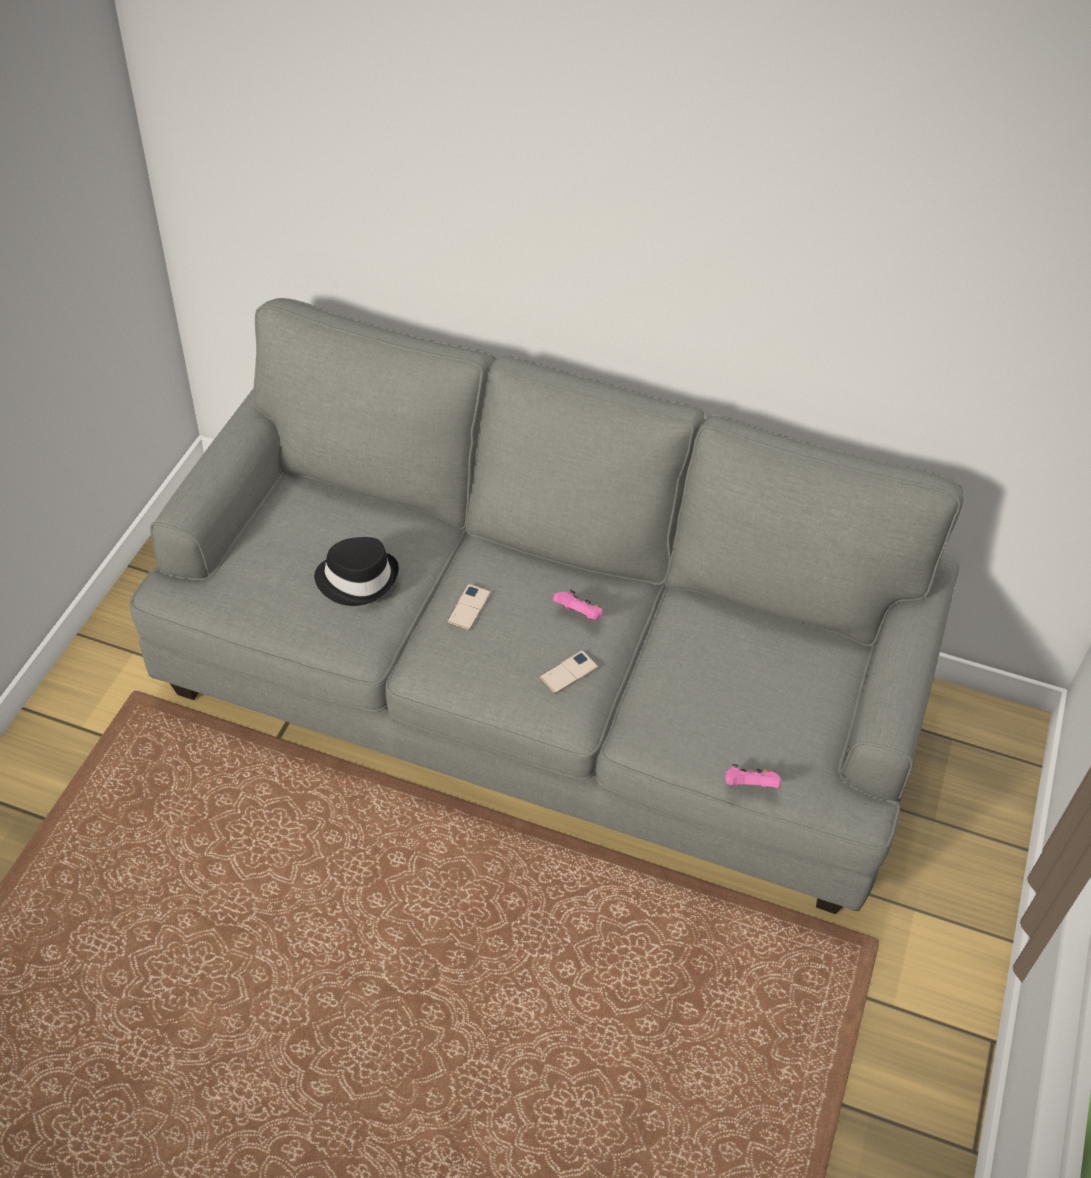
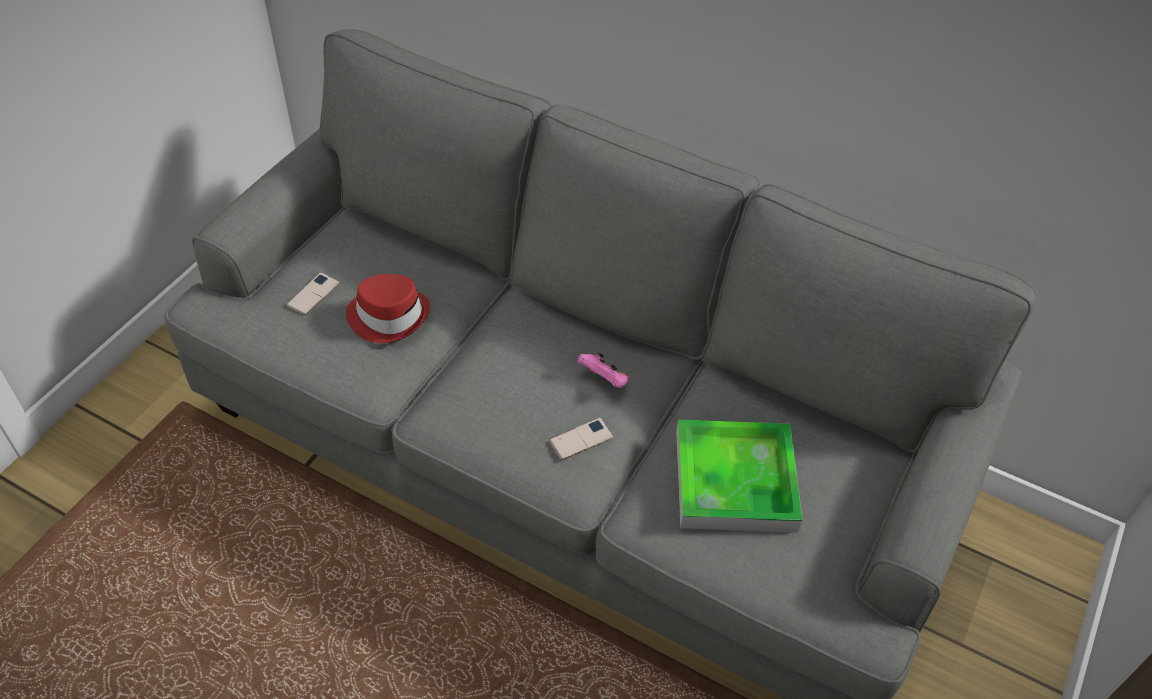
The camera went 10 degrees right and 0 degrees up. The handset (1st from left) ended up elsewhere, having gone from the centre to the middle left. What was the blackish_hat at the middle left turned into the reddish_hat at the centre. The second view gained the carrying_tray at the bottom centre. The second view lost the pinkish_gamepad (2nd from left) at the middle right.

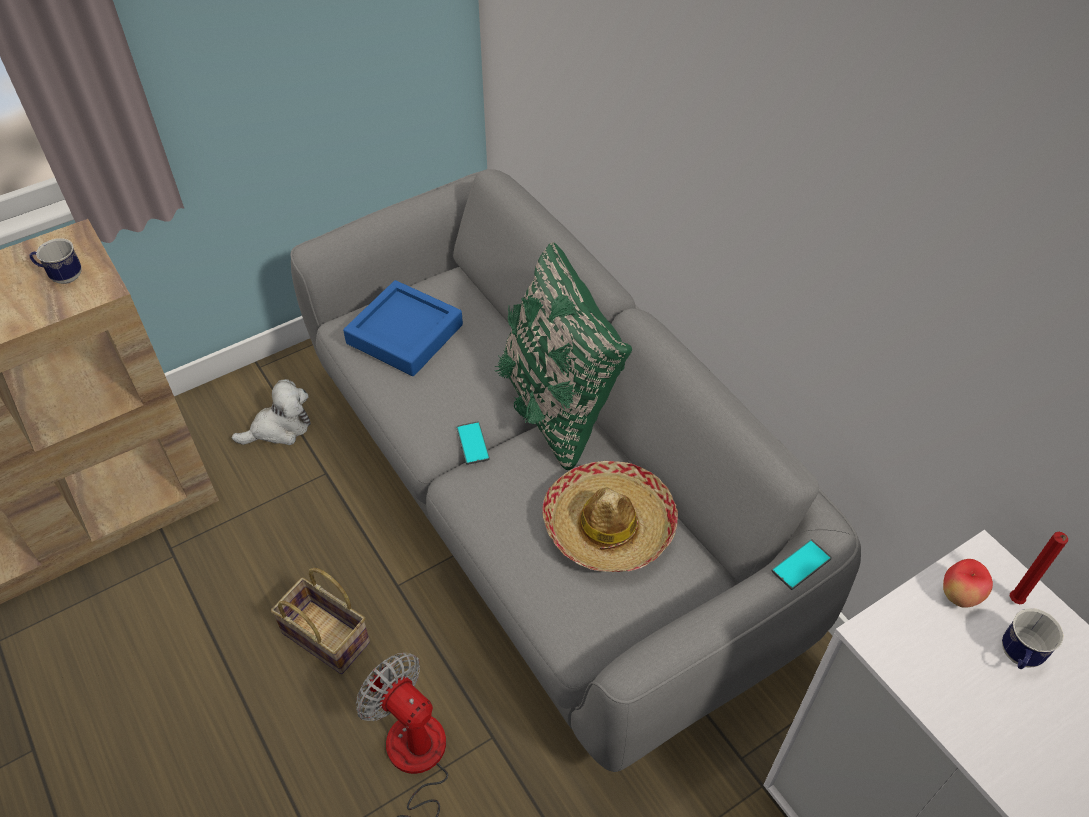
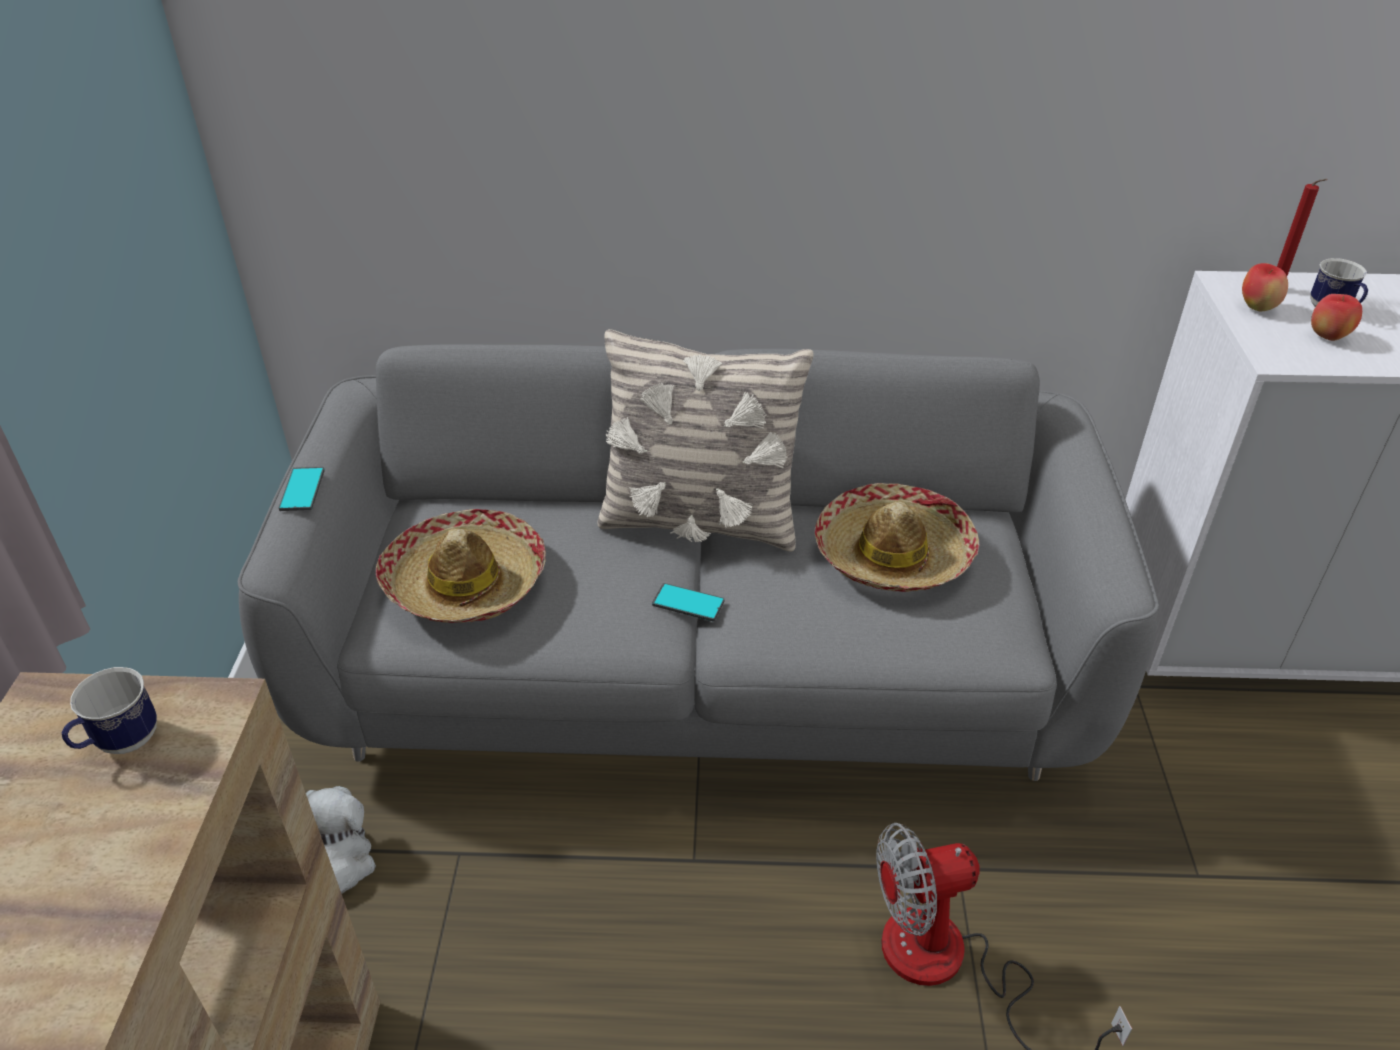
The camera went 55 degrees left and 10 degrees down. The handset (2nd from left in the first image) ended up elsewhere, having gone from the bottom right to the middle left. Where the blue_carrying_tray stood at the centre, the hat (1st from left) came to stand at the middle left. What was the greenish_cushion at the centre turned into the beige_cushion at the centre. The second view gained the whole_apple (2nd from left) at the top right. The second view lost the household_basket at the bottom left.

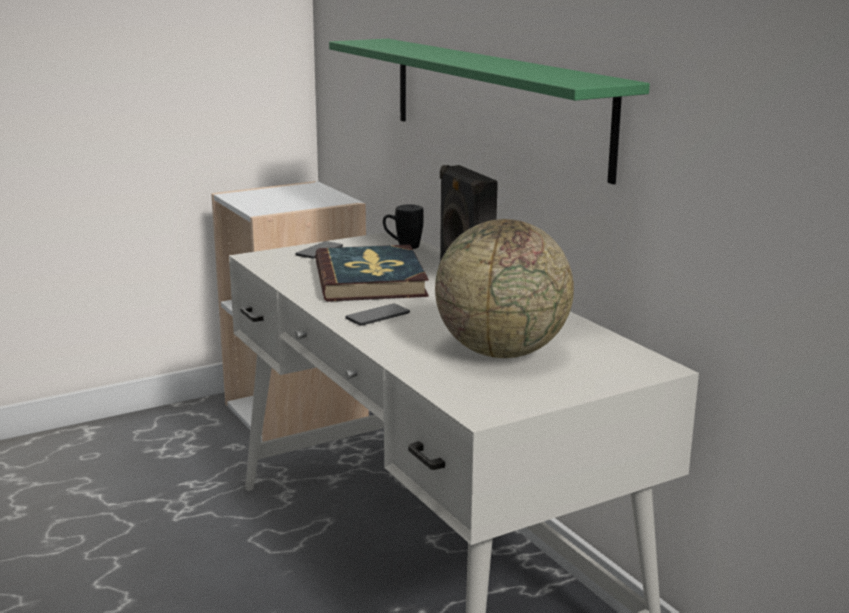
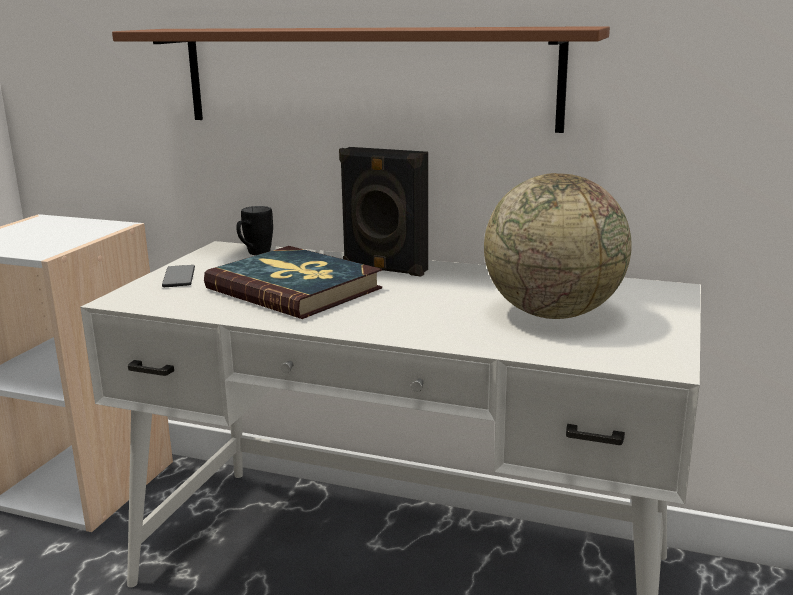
The camera went 40 degrees left and 0 degrees up. What was the greenish_shelf at the top centre turned into the brownish_shelf at the top centre. The second view lost the handset (2nd from left) at the centre.

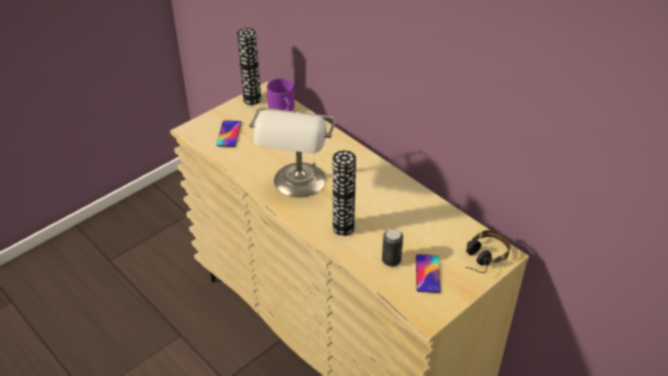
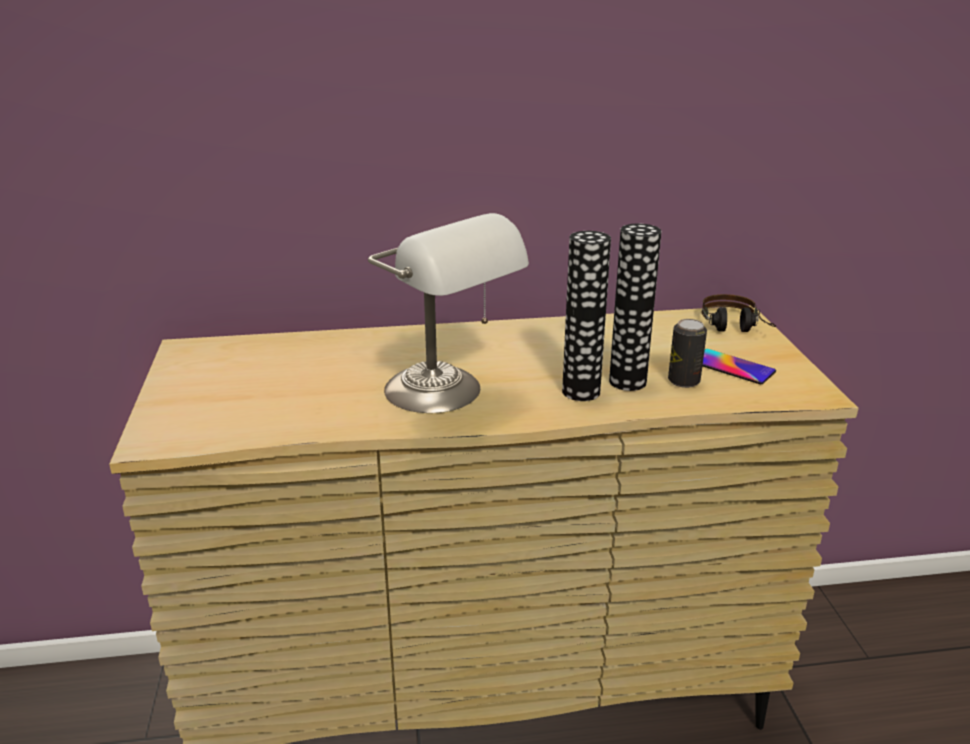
The camera went 55 degrees left and 15 degrees down. The decorative_vase (1st from left in the first image) ended up elsewhere, having gone from the top centre to the centre. The second view lost the handset (1st from left) at the centre. The second view lost the purple_coffee_mug at the top centre.

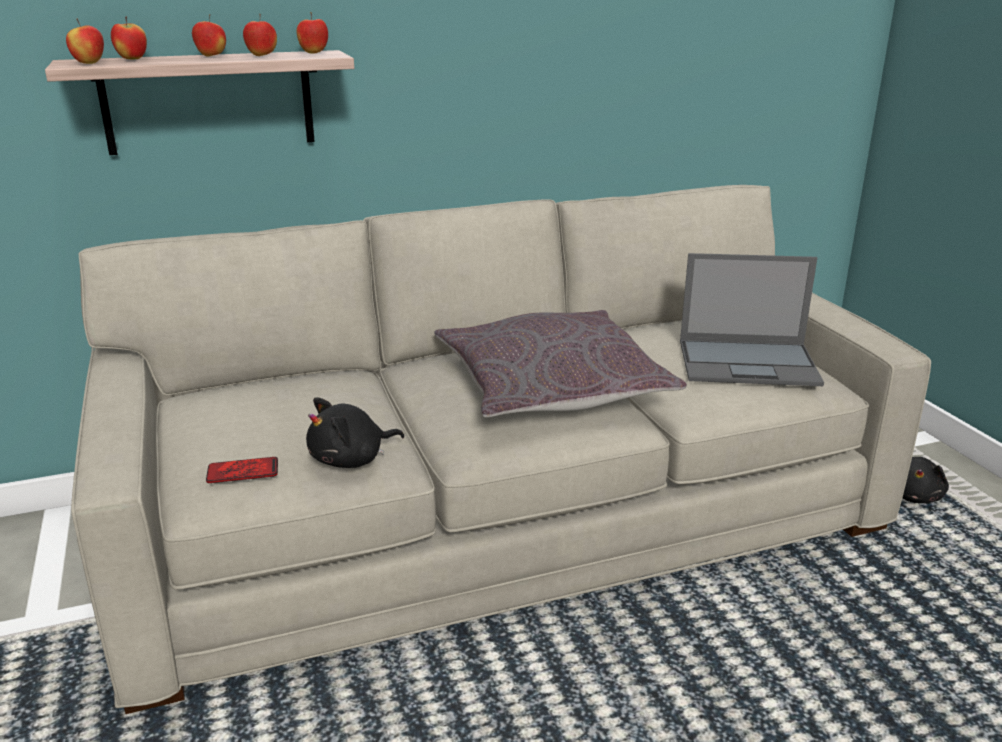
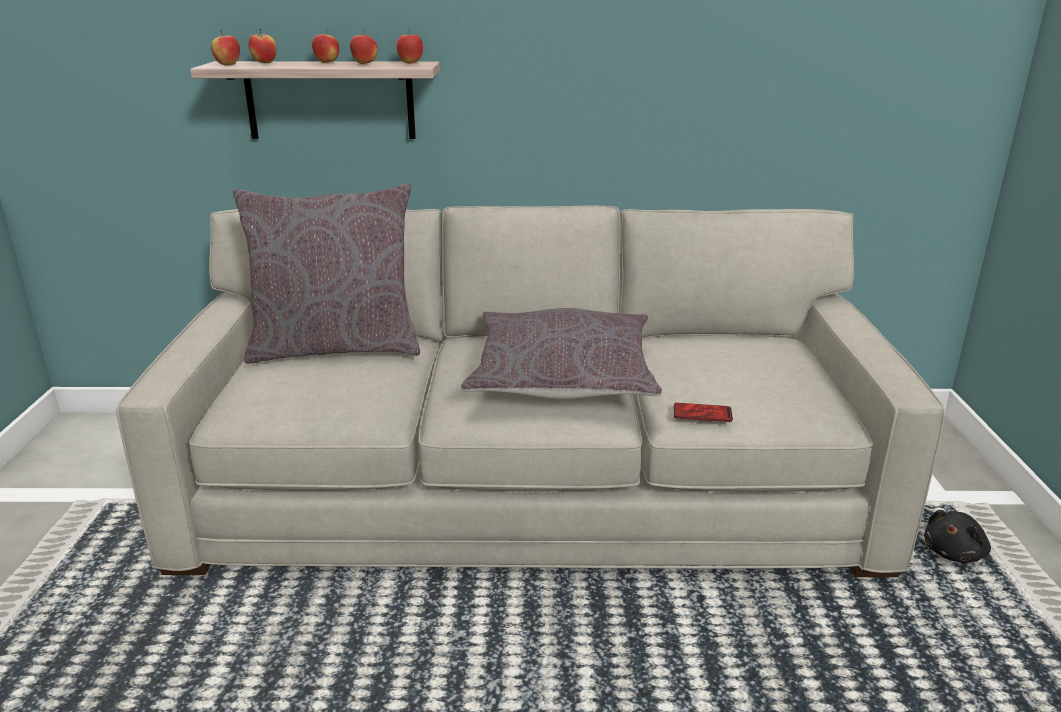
The camera went 20 degrees right and 0 degrees up. The second view gained the greyish_cushion (1st from left) at the middle left. The handset ended up elsewhere, having gone from the middle left to the centre. The second view lost the blackish_plush_toy (1st from left) at the centre. The second view lost the laptop at the middle right.

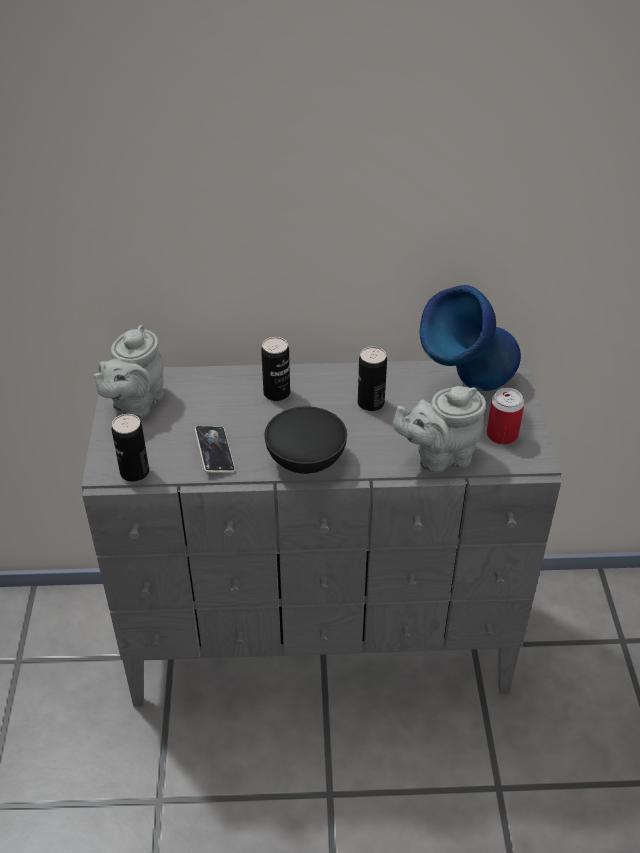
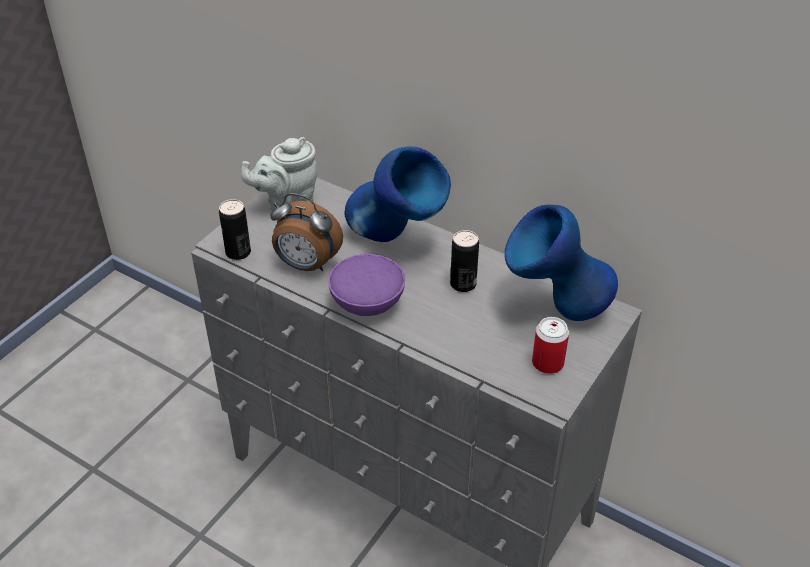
The camera went 35 degrees right and 0 degrees up. Where the handset stood at the centre, the table_clock came to stand at the centre. What was the blackish_deep_dish at the centre turned into the purple_deep_dish at the centre. Where the sealed_can (2nd from left) stood at the centre, the blue_decorative_vase (1st from left) came to stand at the centre. The second view lost the greyish_teapot (2nd from left) at the middle right.

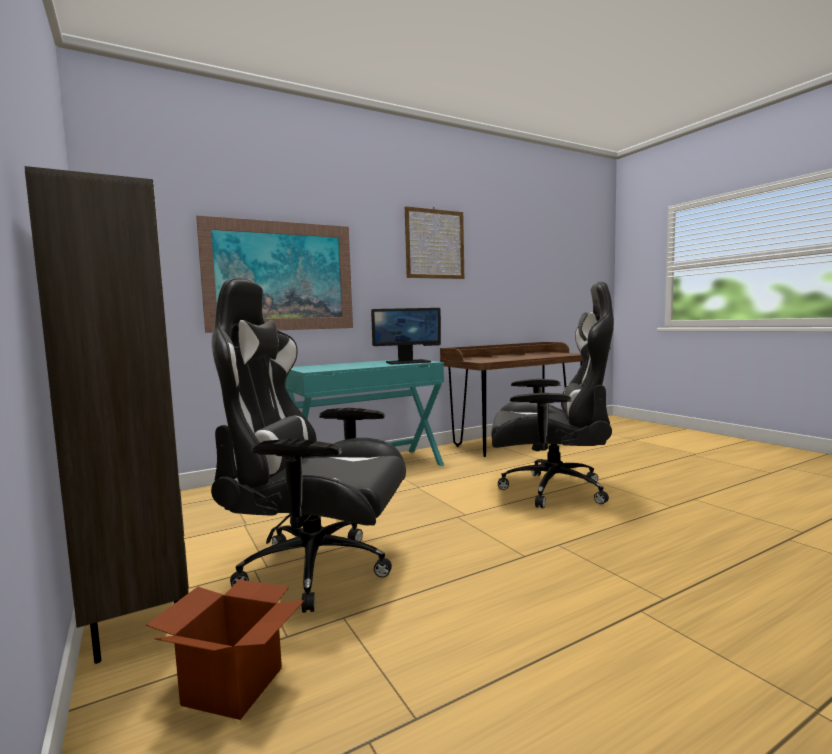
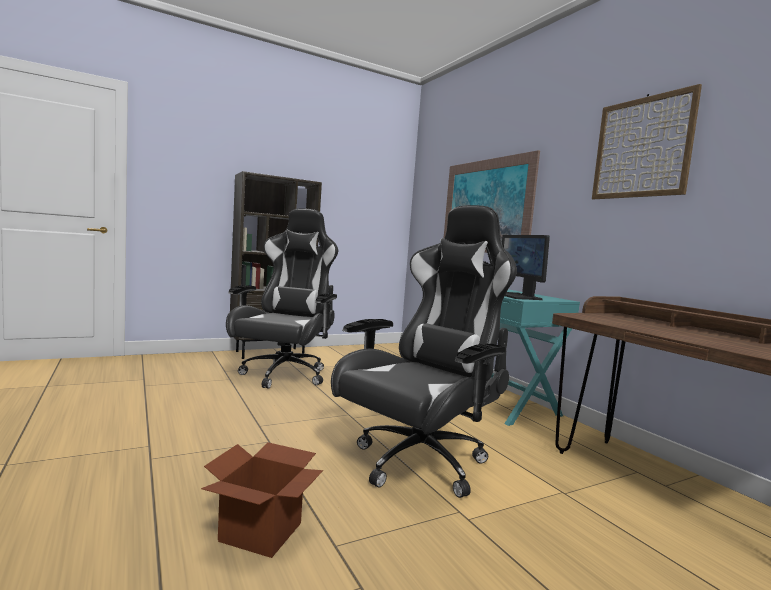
The camera went 90 degrees right and 0 degrees up. The packing_box ended up elsewhere, having gone from the bottom left to the bottom centre. The blackish_computer_chair (2nd from left) at the centre ended up facing another way, 150 degrees counterclockwise from before.

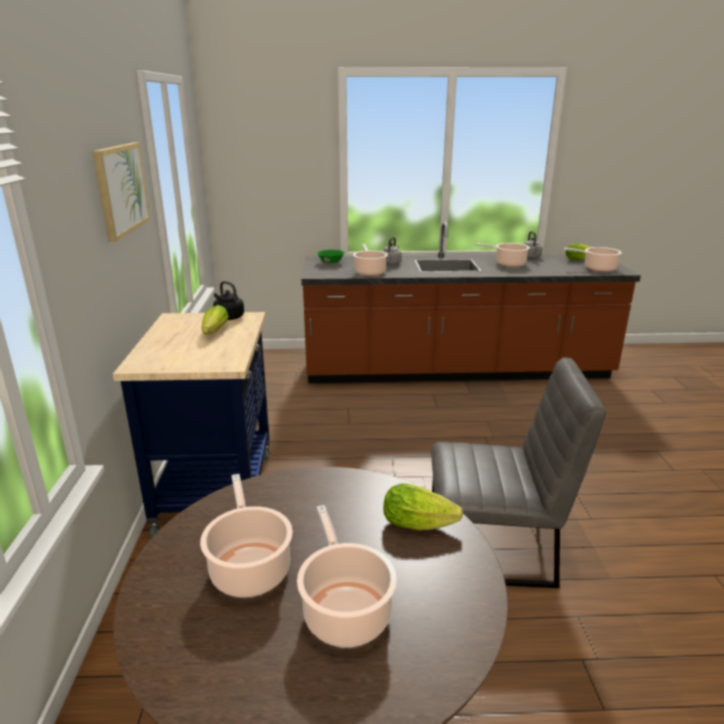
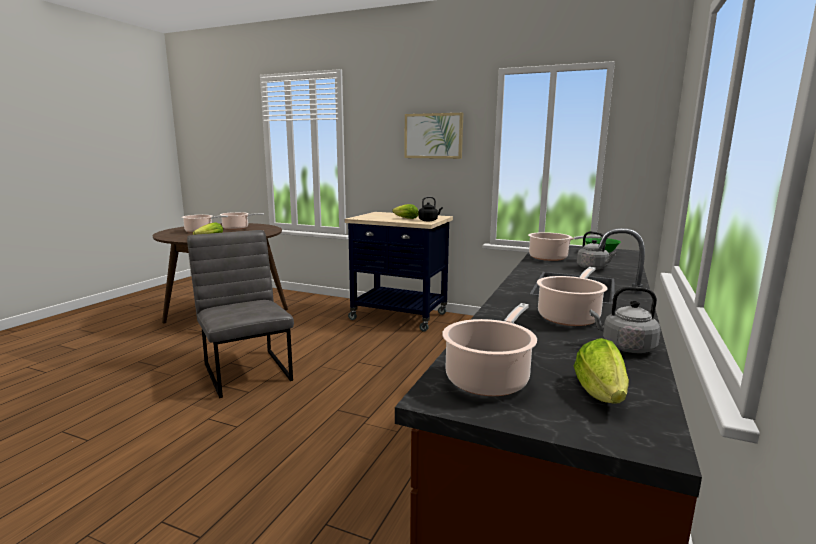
The camera went 115 degrees right and 10 degrees down. The greyish_chair at the middle right ended up facing another way, 120 degrees clockwise from before.

